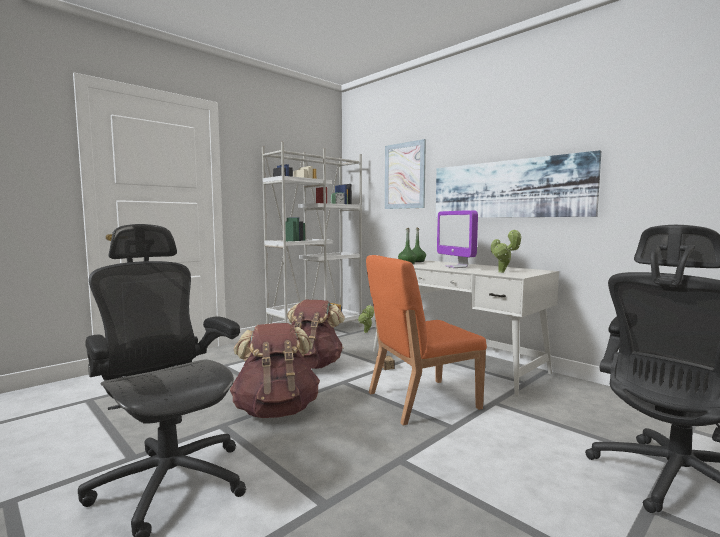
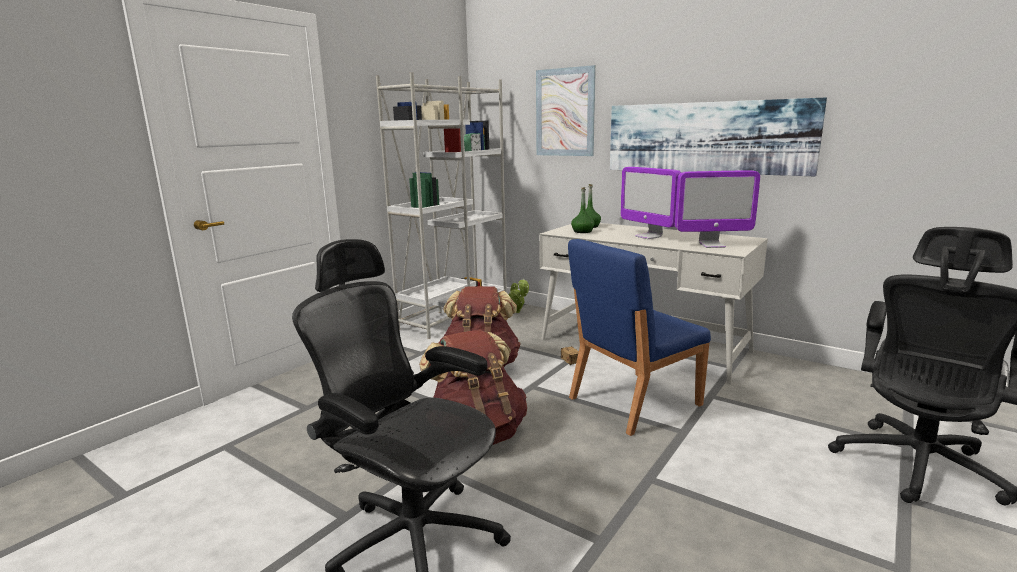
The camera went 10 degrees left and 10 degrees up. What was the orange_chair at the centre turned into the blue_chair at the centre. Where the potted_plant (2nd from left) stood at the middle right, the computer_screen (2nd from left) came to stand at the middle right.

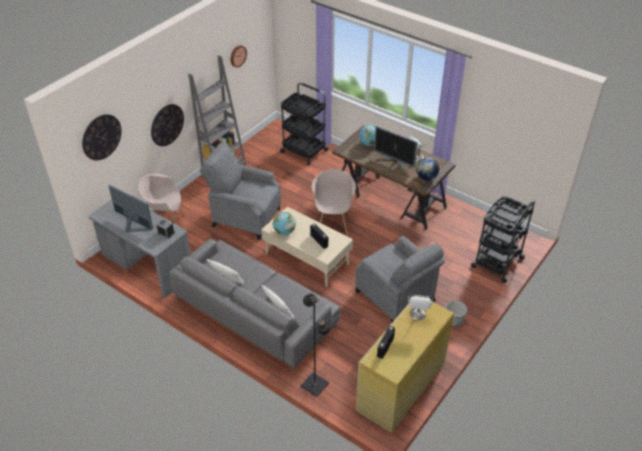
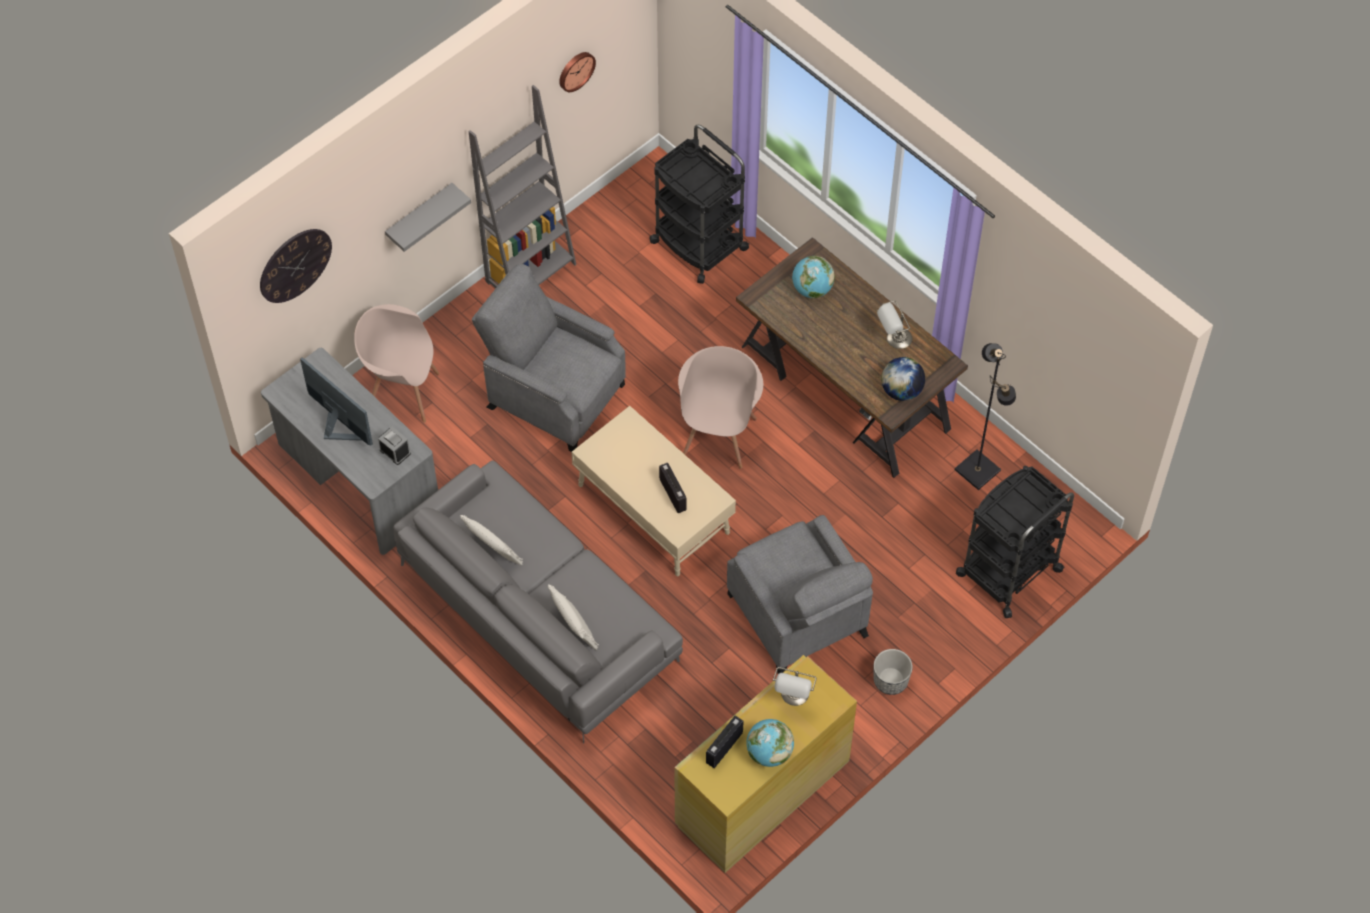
The camera went 10 degrees right and 15 degrees up. Where the wall_clock (2nd from left) hung at the top left, the greyish_shelf came to hang at the top left. The desk_globe (1st from left) ended up elsewhere, having gone from the centre to the bottom centre. The blackish_floor_lamp ended up elsewhere, having gone from the bottom centre to the middle right. The second view lost the computer_screen (2nd from left) at the top centre.

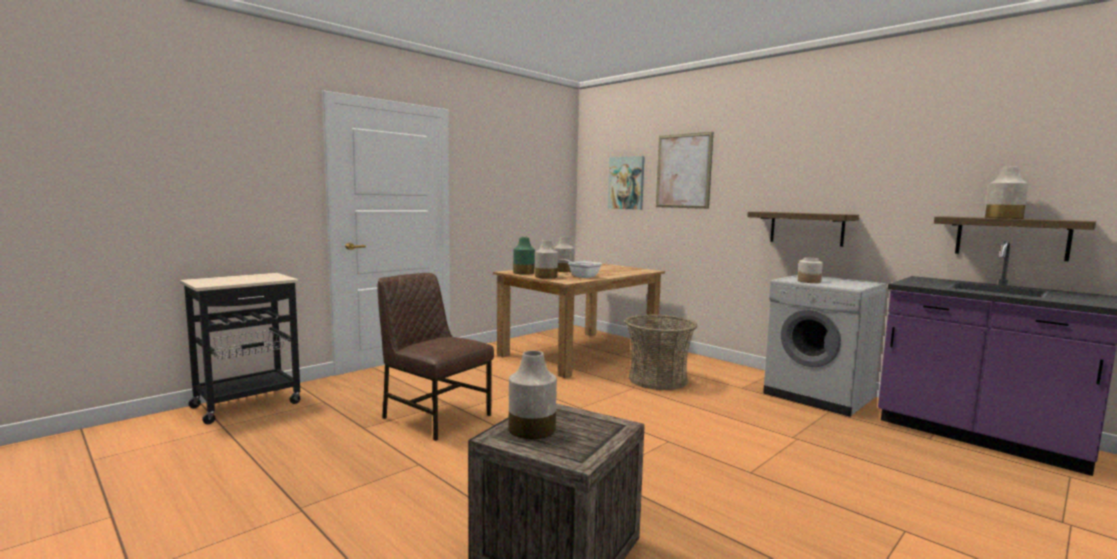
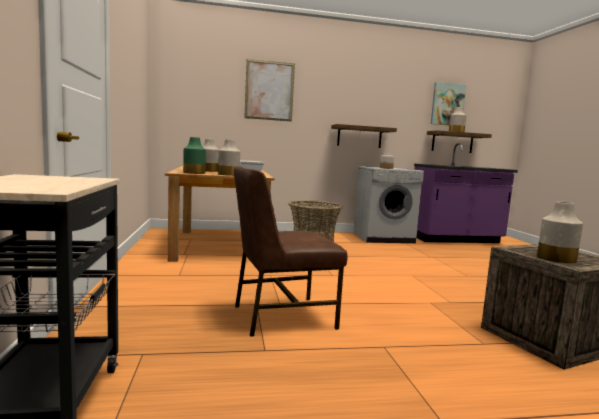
The camera went 55 degrees left and 0 degrees up. The wall_picture (1st from left in the first image) ended up elsewhere, having gone from the top centre to the top right.

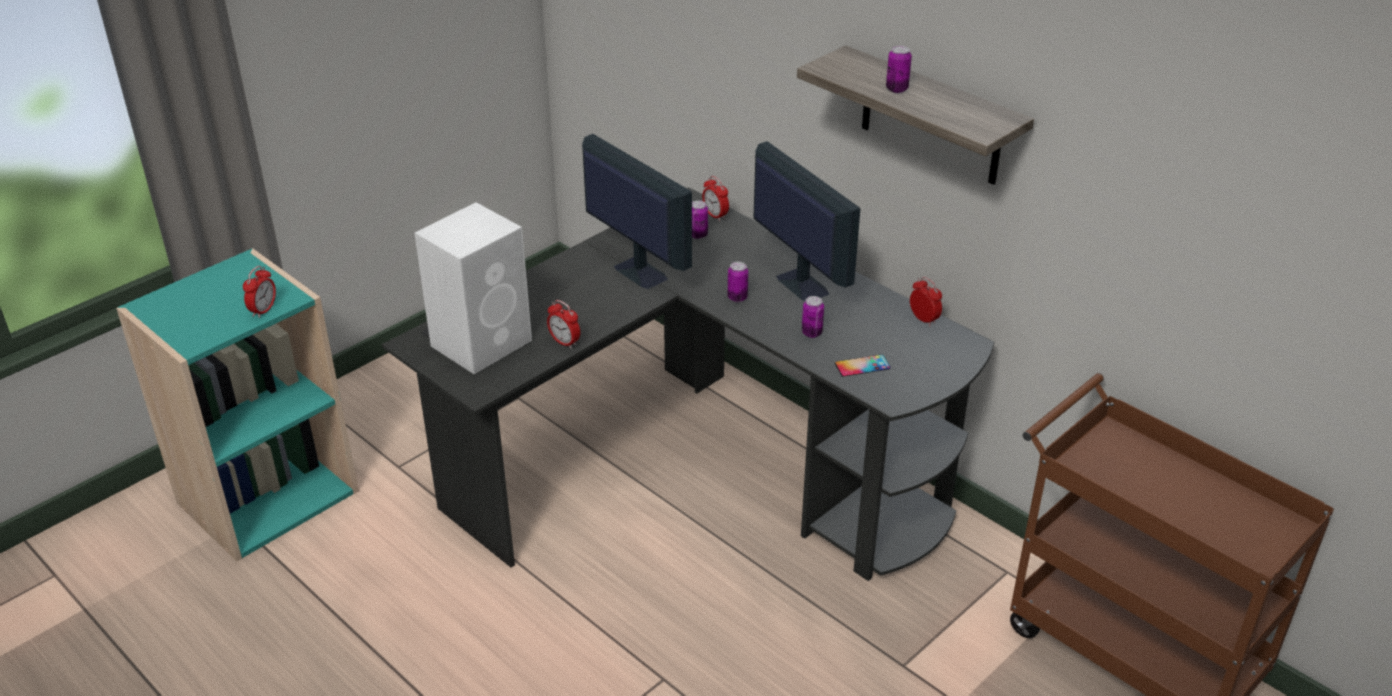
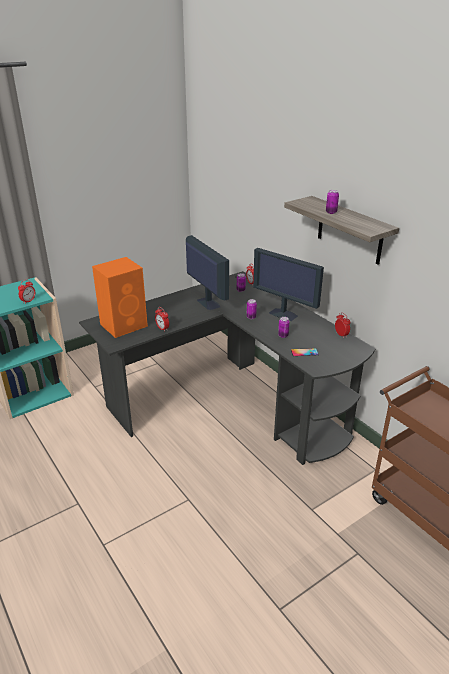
The camera went 10 degrees right and 5 degrees down. What was the white_loudspeaker at the centre turned into the orange_loudspeaker at the middle left. The computer_screen (2nd from left) at the top centre ended up facing another way, 150 degrees clockwise from before.

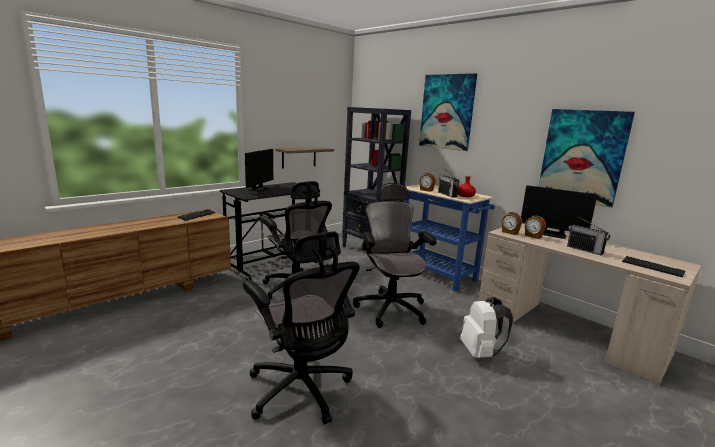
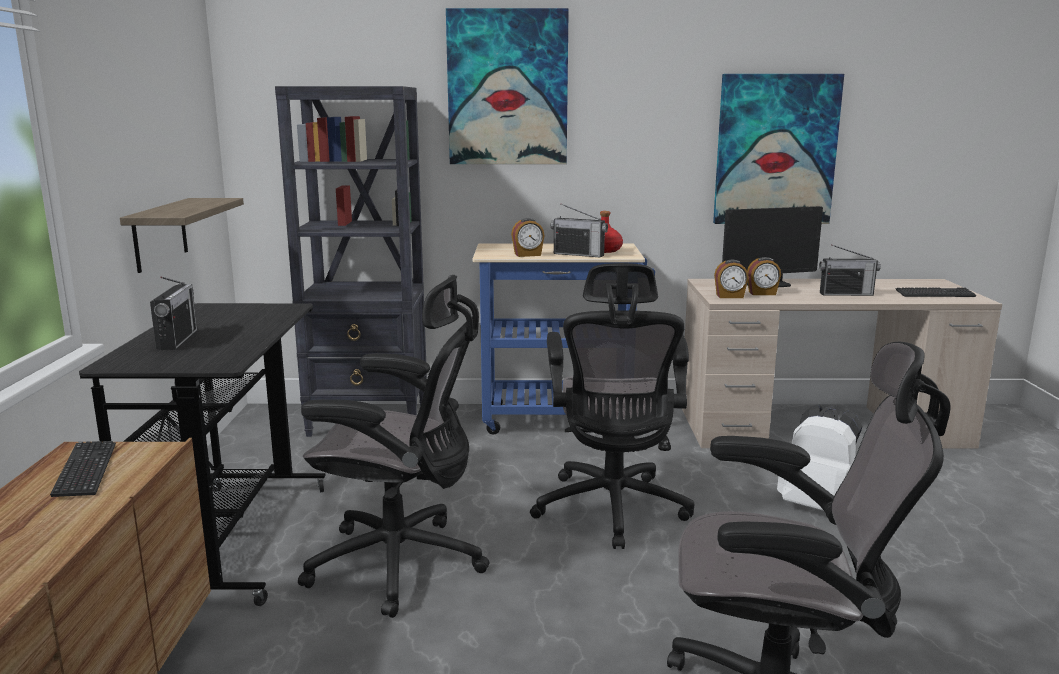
The camera went 45 degrees left and 0 degrees up. Where the computer_screen (1st from left) stood at the centre, the radio (1st from left) came to stand at the middle left. The computer_chair (3rd from left in the first image) at the centre ended up facing another way, 120 degrees counterclockwise from before.

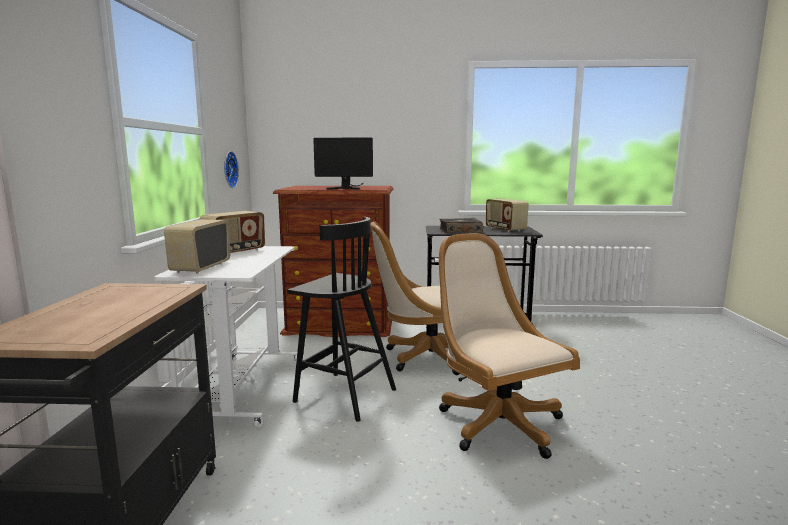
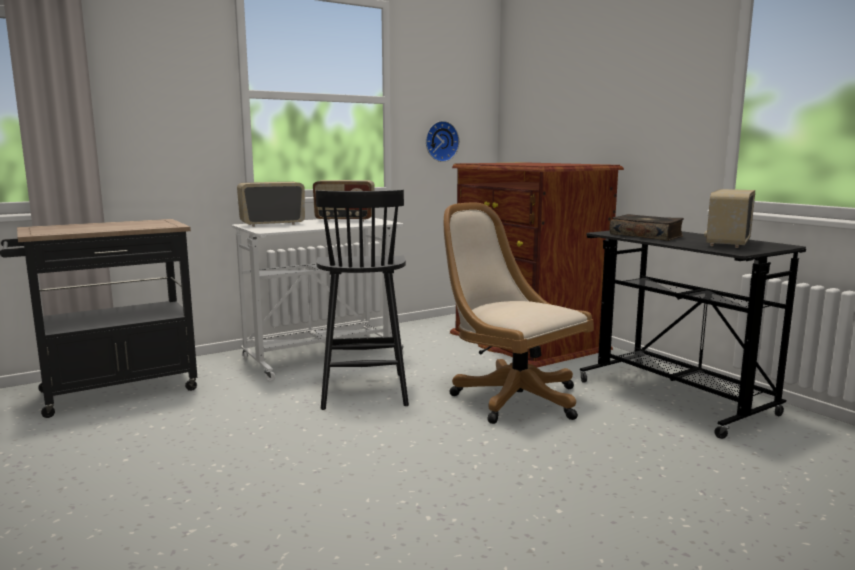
The camera went 55 degrees right and 0 degrees up. The second view lost the computer_screen at the top centre. The second view lost the computer_chair (2nd from left) at the centre.

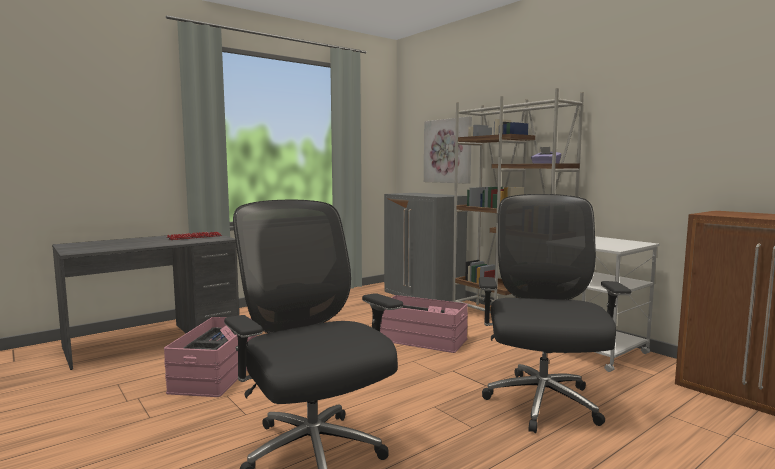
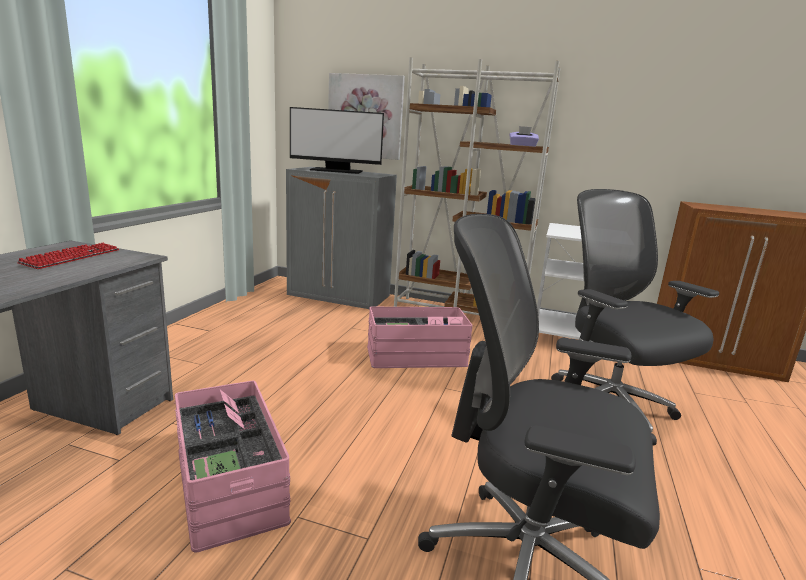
The camera went 35 degrees left and 10 degrees up. The second view gained the computer_screen at the top centre.

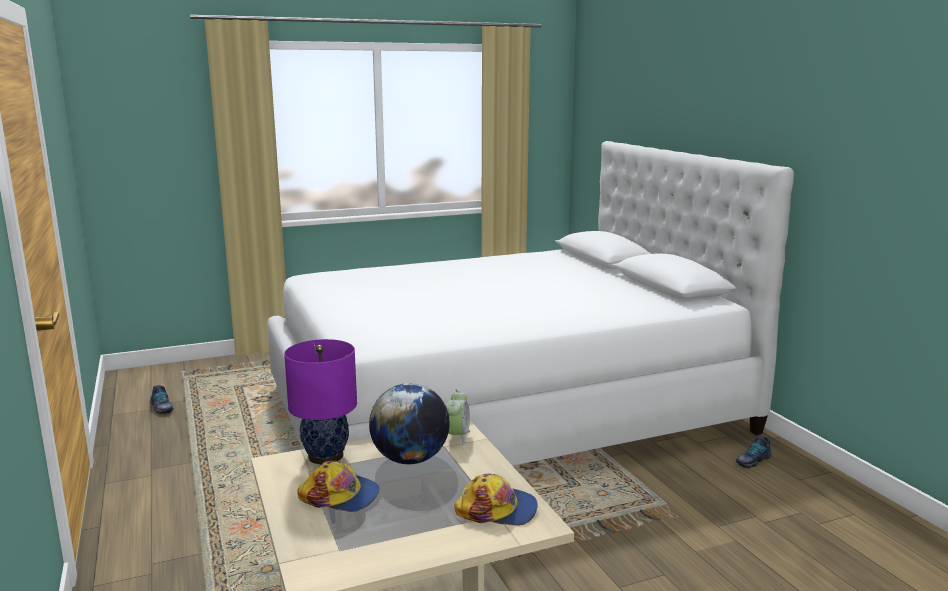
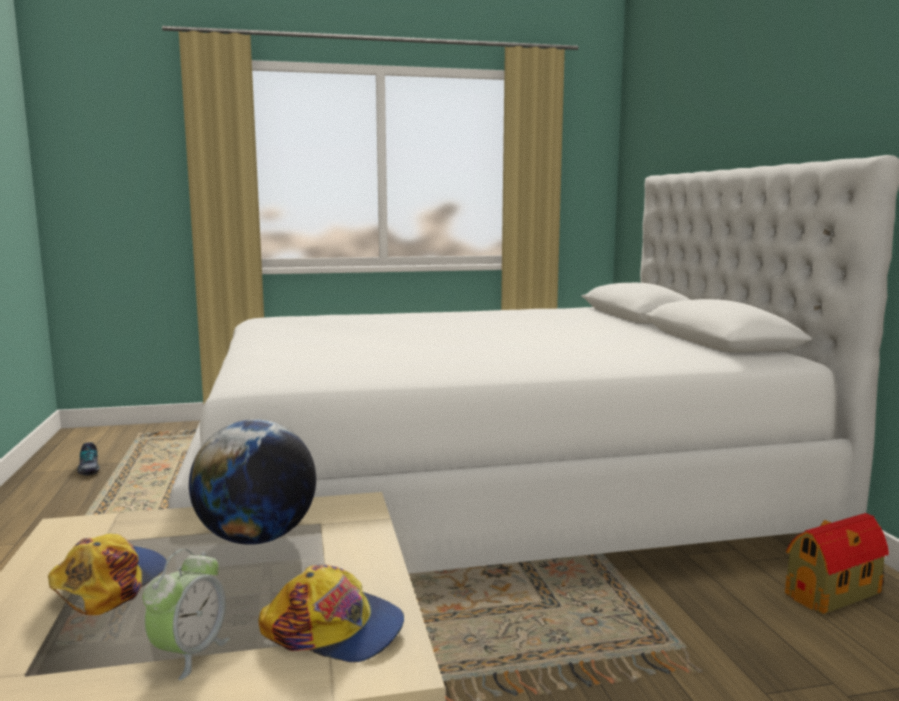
The camera went 10 degrees right and 5 degrees down. The peaked_cap (1st from left) at the bottom centre ended up facing another way, 105 degrees counterclockwise from before. The table_clock ended up elsewhere, having gone from the bottom centre to the bottom left. Where the shoe (2nd from left) stood at the bottom right, the miniature_house came to stand at the bottom right. The second view lost the purple_tabletop_lamp at the bottom centre.

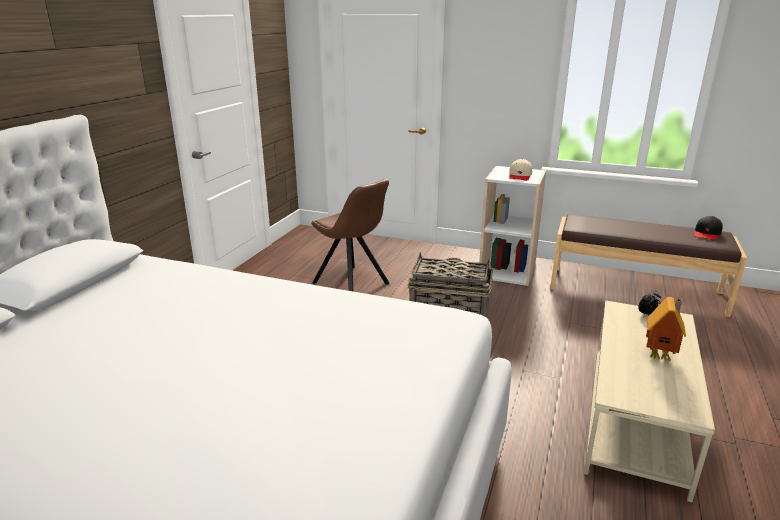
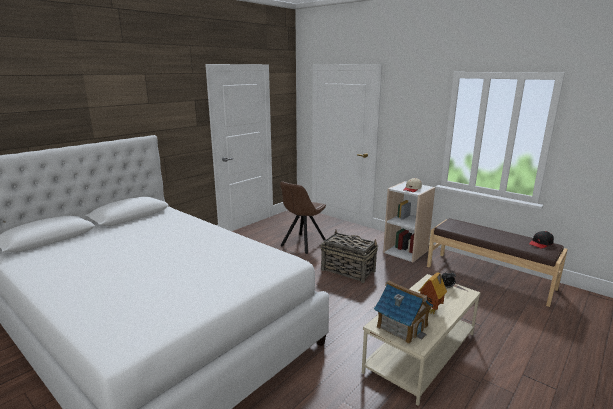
The camera went 20 degrees right and 5 degrees down. The brownish_chair at the centre ended up facing another way, 60 degrees clockwise from before. The second view gained the miniature_house (1st from left) at the bottom centre.

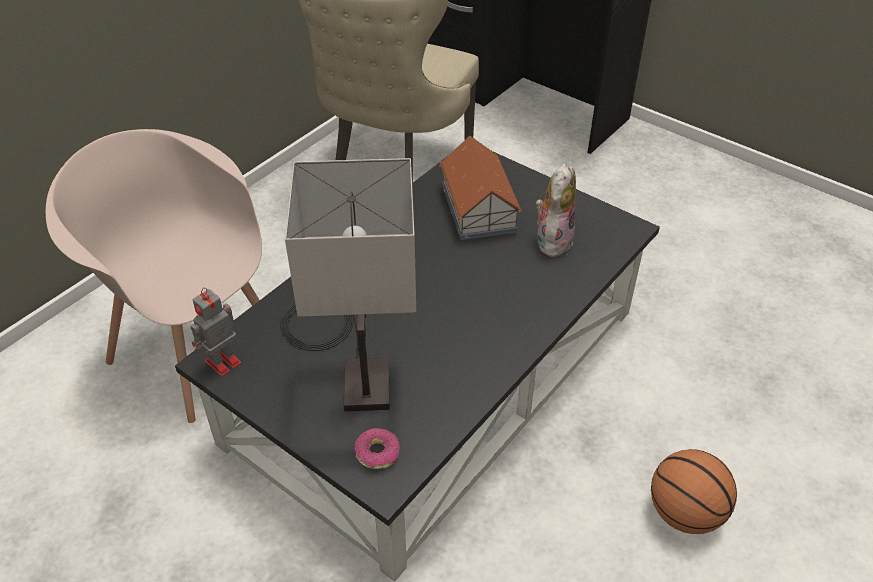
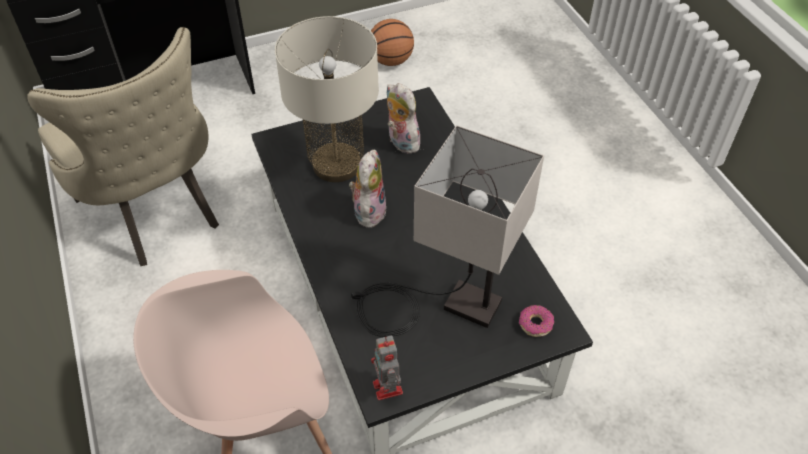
The camera went 60 degrees left and 5 degrees up. Where the miniature_house stood at the top centre, the tabletop_lamp (1st from left) came to stand at the top centre. The second view gained the plush_toy (1st from left) at the centre. The basketball ended up elsewhere, having gone from the bottom right to the top centre.

